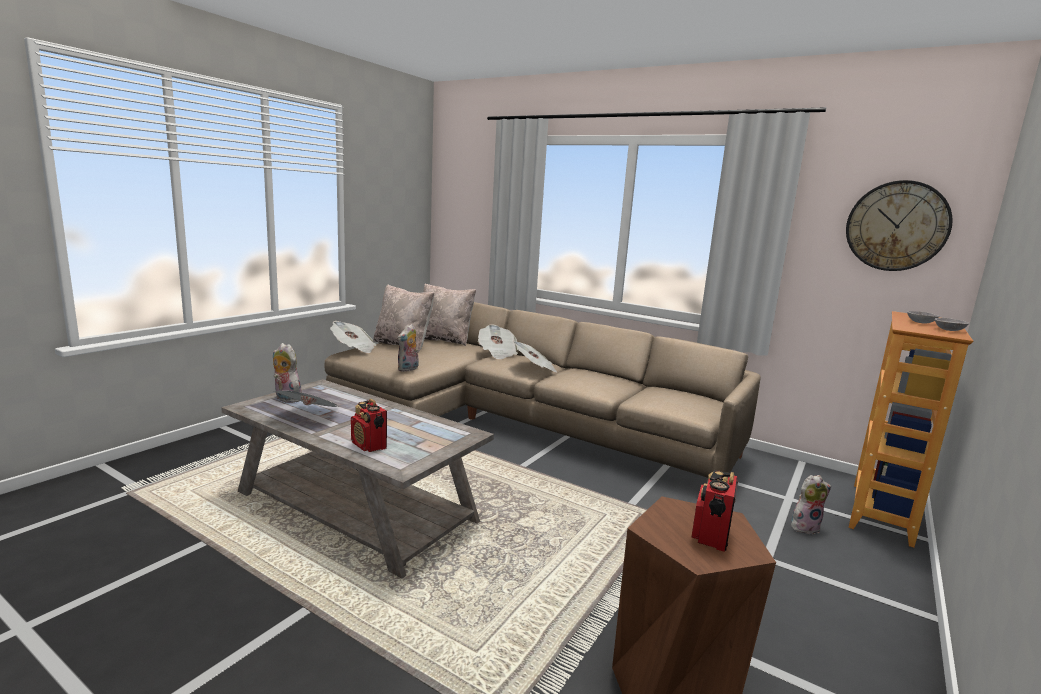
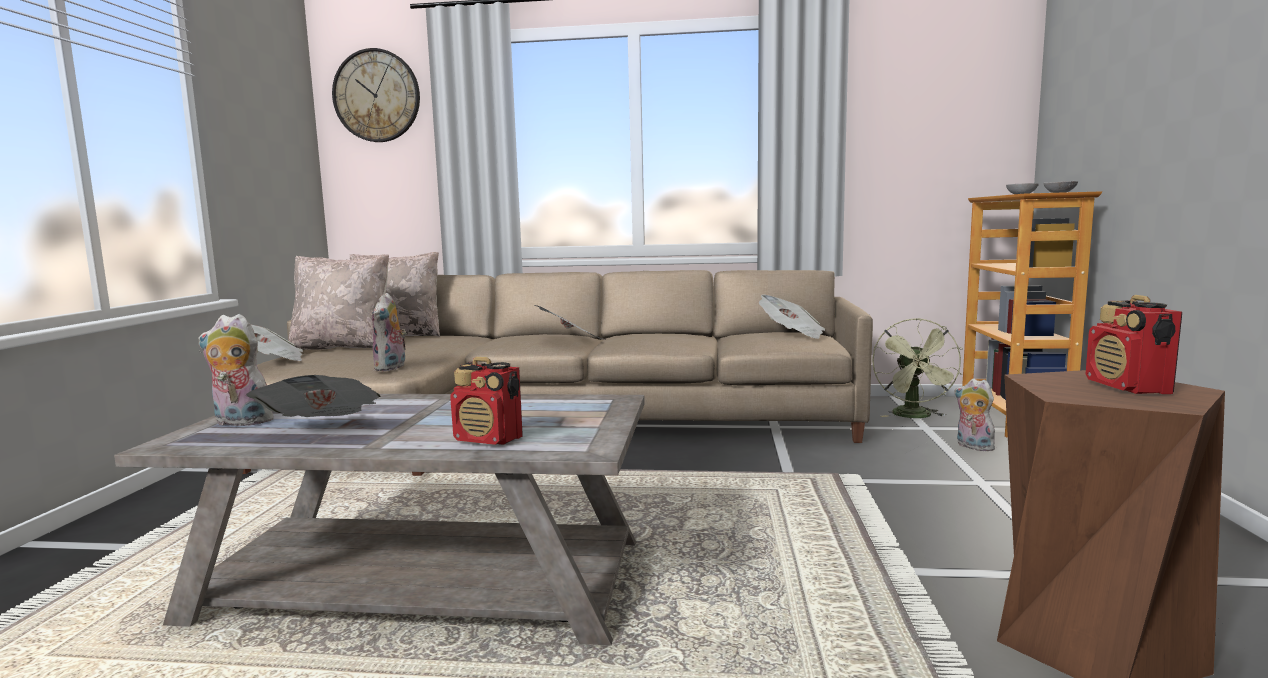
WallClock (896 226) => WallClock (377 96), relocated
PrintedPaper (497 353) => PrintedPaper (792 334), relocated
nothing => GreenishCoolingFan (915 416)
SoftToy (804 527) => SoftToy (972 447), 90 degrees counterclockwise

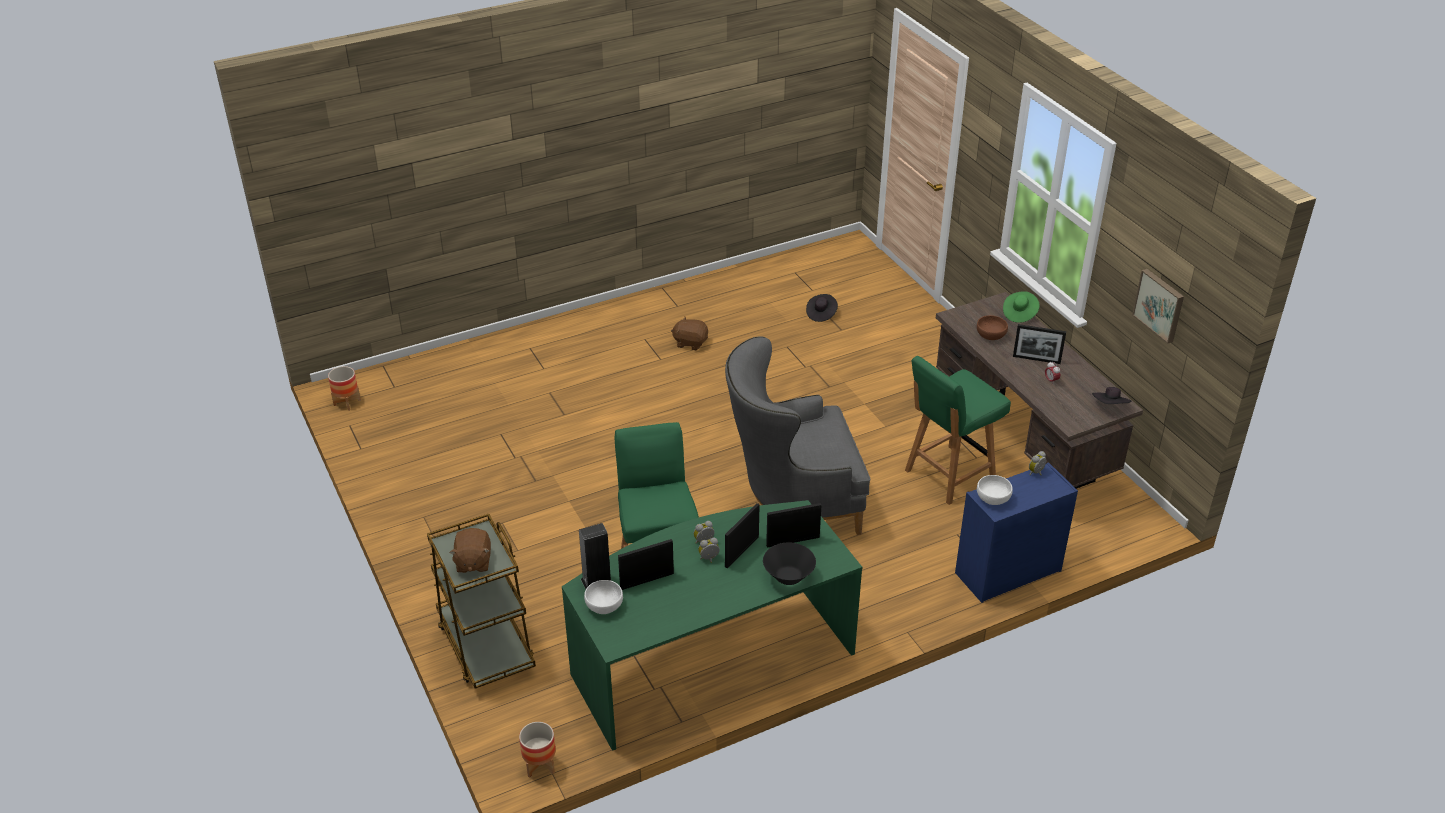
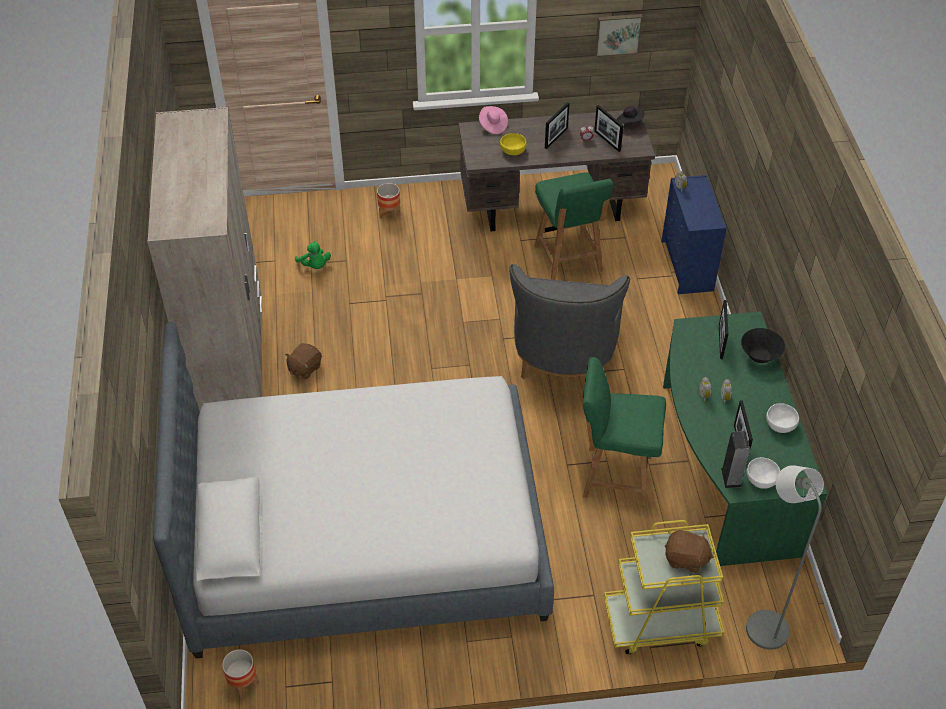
nothing => BeigeColouredWardrobe (231 359)
nothing => BedroomBed (364 534)
BlackClothingHat (821 314) => GreenishSoftToy (314 266)
PlantPot (540 765) => PlantPot (389 213), relocated
GreenishClothingHat (1019 314) => PinkColouredClothingHat (492 125)
BrownBowl (990 335) => YellowBowl (513 151)
StandingFrame (742 551) => StandingFrame (607 141), relocated
BrownWheeledCart (486 645) => YellowWheeledCart (660 622)
nothing => GreyStandingLamp (762 623)
WhiteColouredBowl (992 498) => WhiteColouredBowl (780 425), relocated

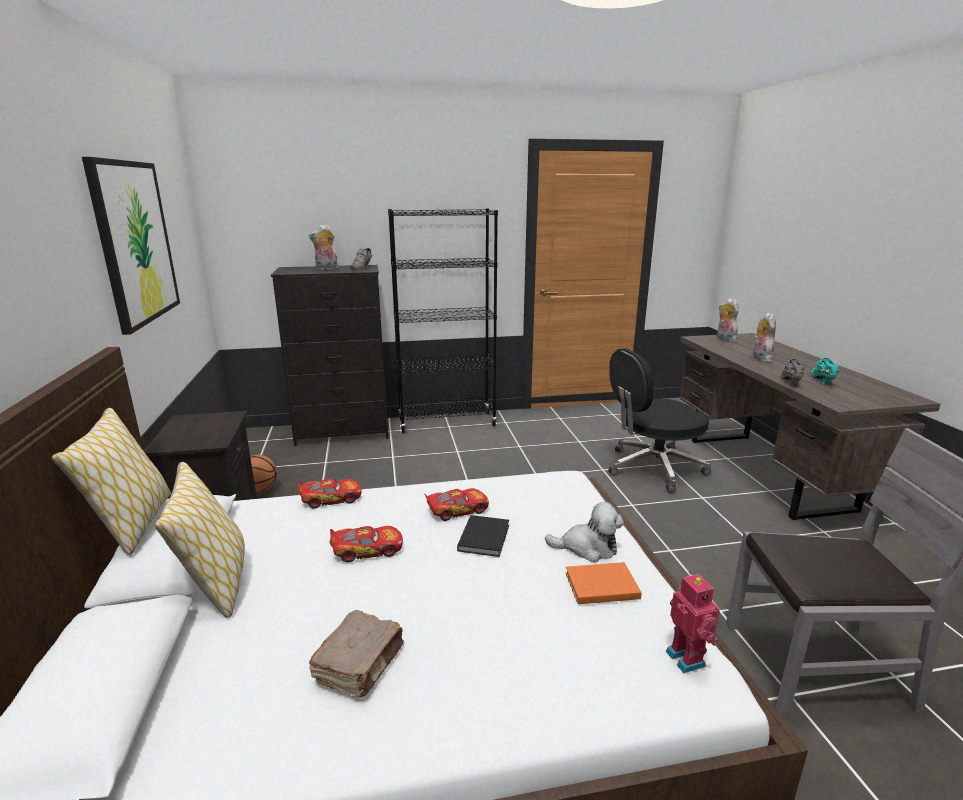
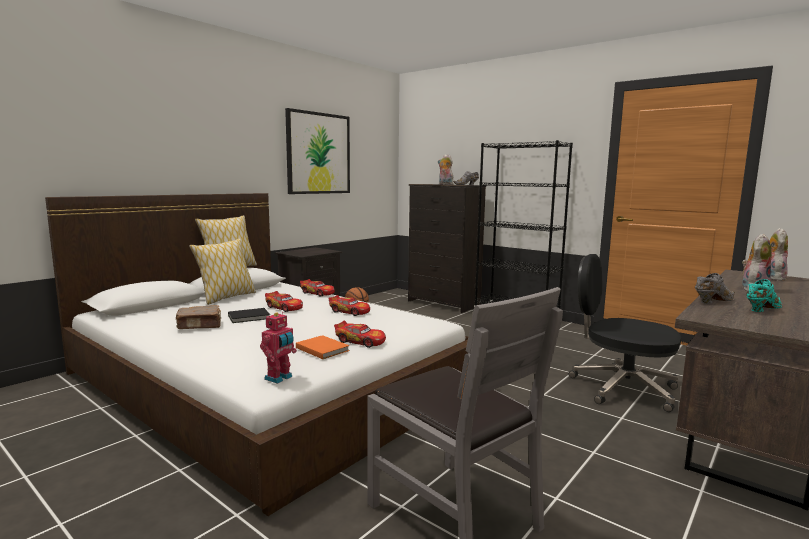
BlackVolume (485 537) => BlackVolume (250 317), relocated
SoftToy (587 548) => ToyCar (360 341)

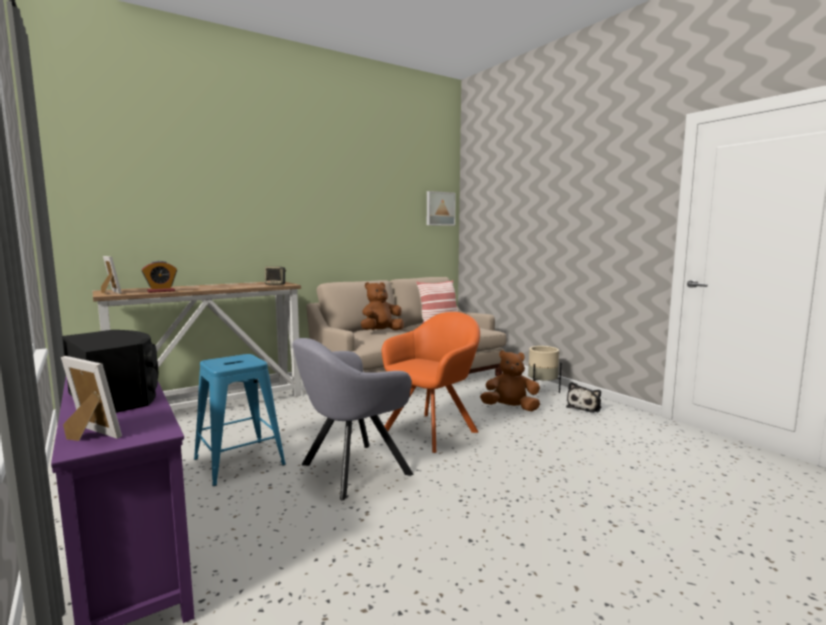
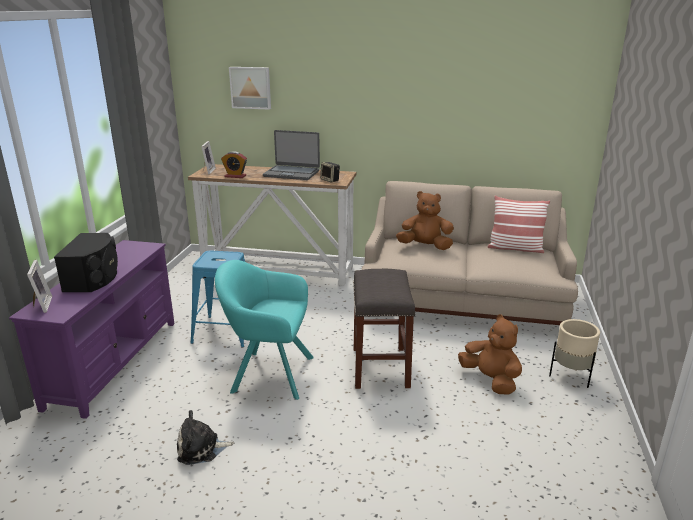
SoftToy (585 407) => SoftToy (201 449), relocated
GreyEasyChair (350 471) => BlueGreenEasyChair (268 373)
WallArt (439 208) => WallArt (251 87), relocated
nothing => PortableComputer (292 173)
OrangeEasyChair (434 429) => GreyStoolSeat (381 368)

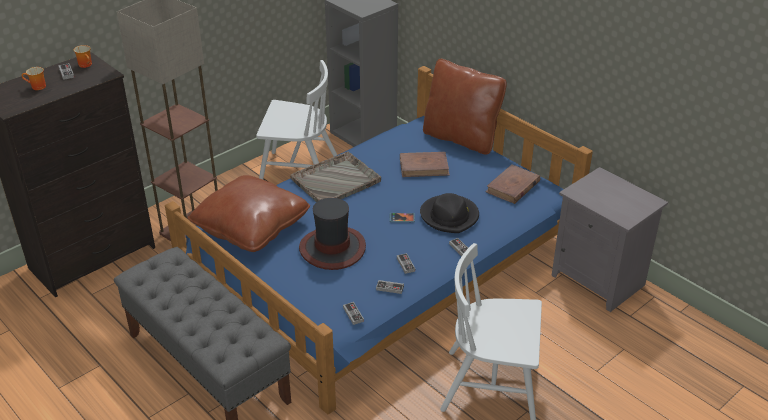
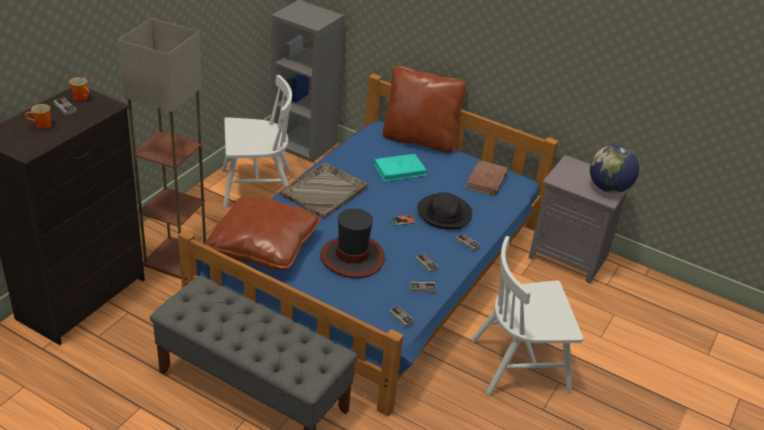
BrownVolume (424 167) => BlueGreenVolume (400 170)
nothing => DeskGlobe (608 188)

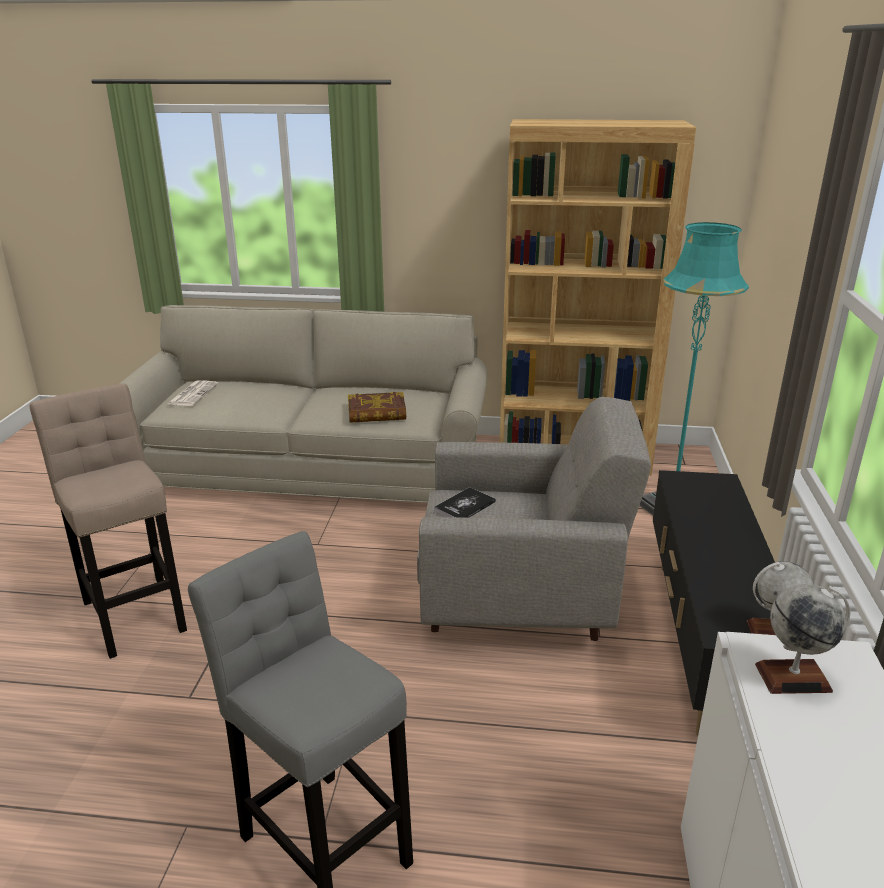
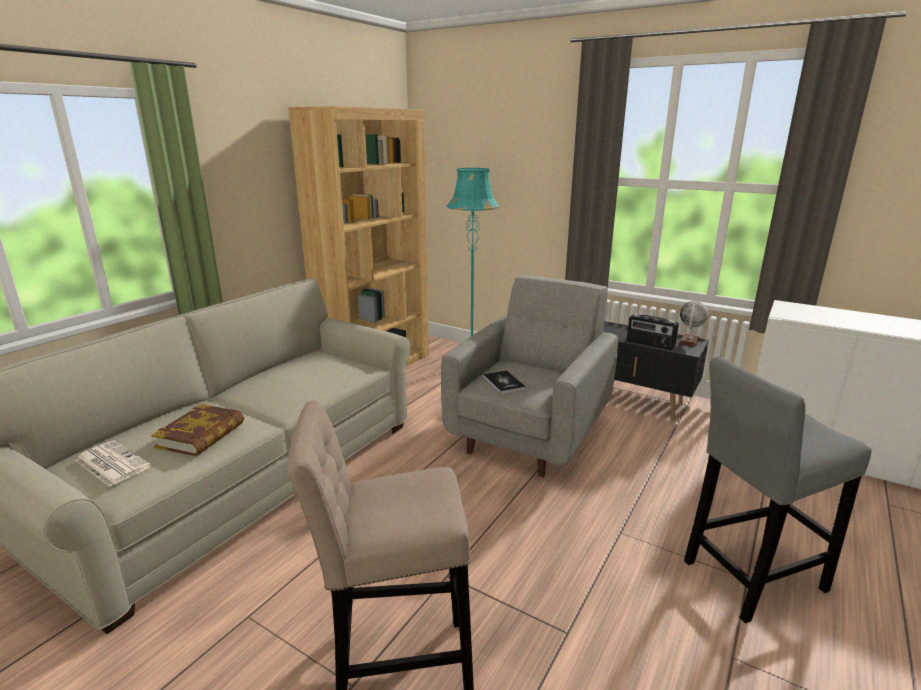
Volume (377 413) => Volume (201 435), relocated
nothing => RadioSet (650 344)
DeskGlobe (793 677) => nothing

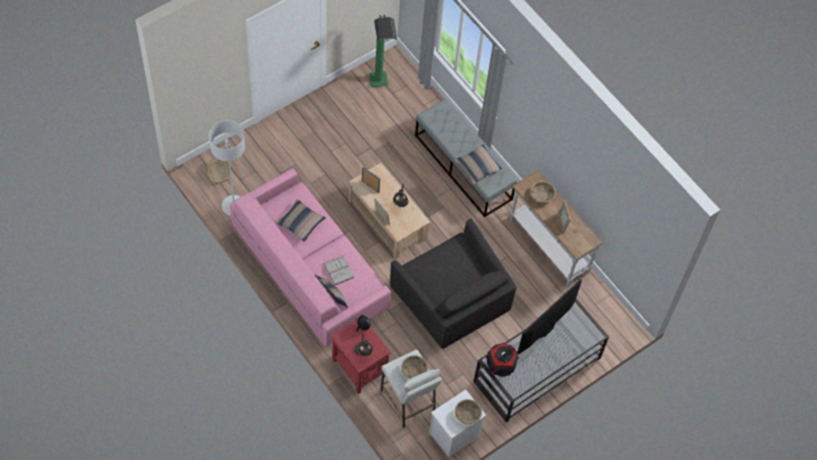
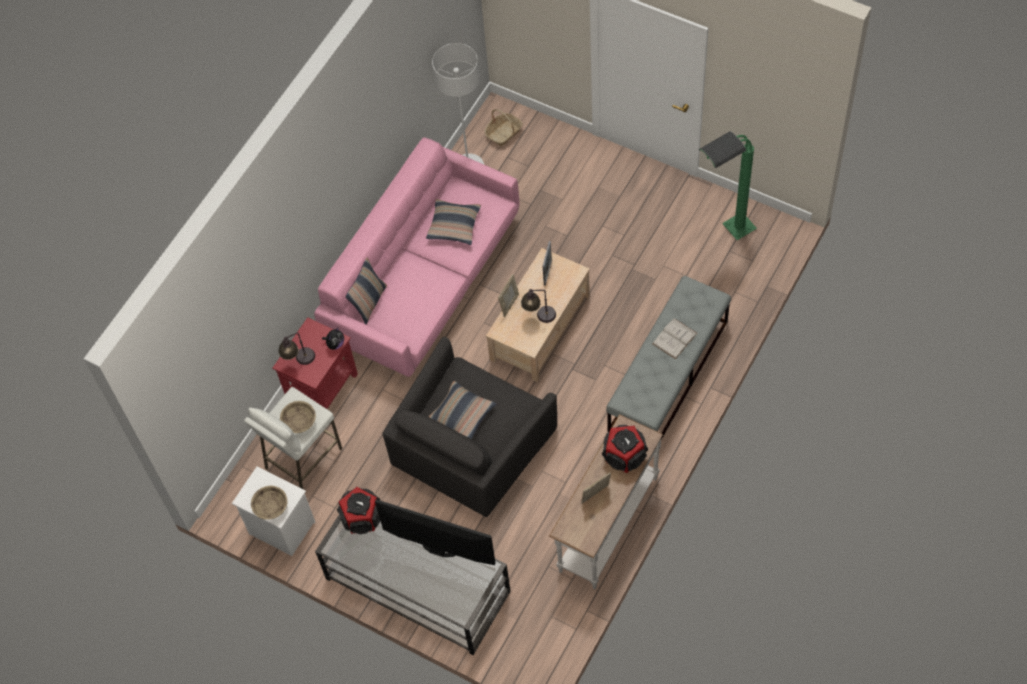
Cushion (477 167) => Cushion (462 414), relocated
BeigeColouredBowl (542 195) => AudioSpeaker (624 455)
WhiteColouredVolume (338 270) => WhiteColouredVolume (674 338), relocated

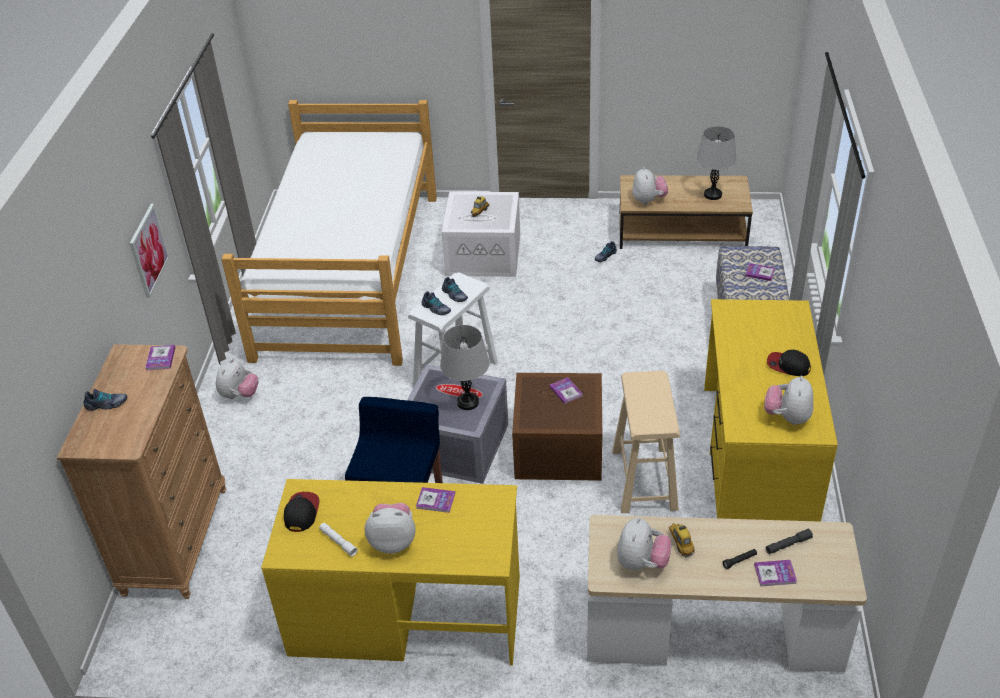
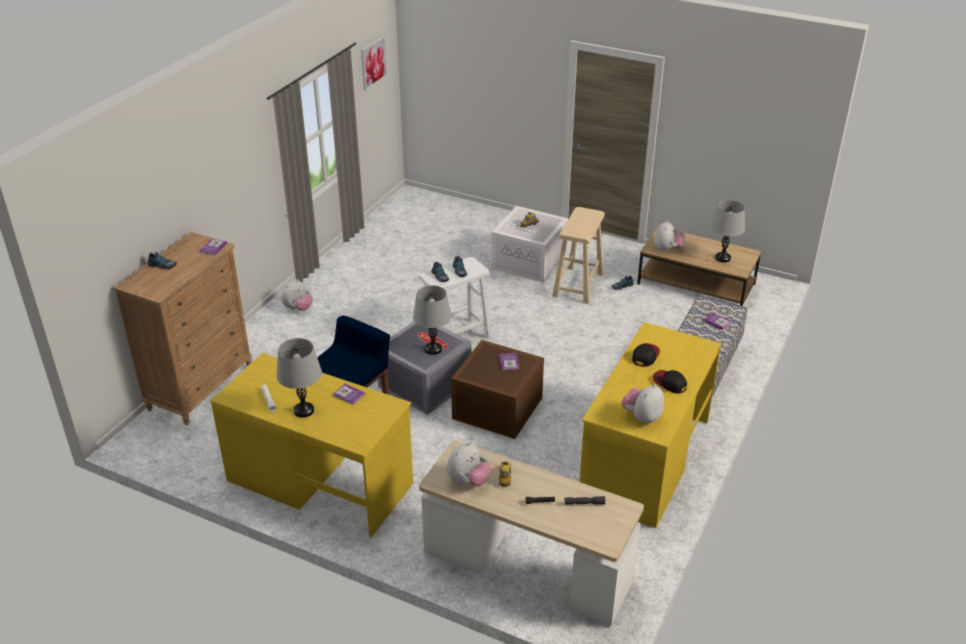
SoftToy (393 541) => GreyTableLamp (304 411)
WallArt (148 250) => WallArt (373 62), relocated
BeigeColouredStoolSeat (644 479) => BeigeColouredStoolSeat (578 285), relocated
PeakedCap (301 513) => PeakedCap (645 356), relocated
BedroomBed (350 273) => nothing
Volume (775 574) => nothing

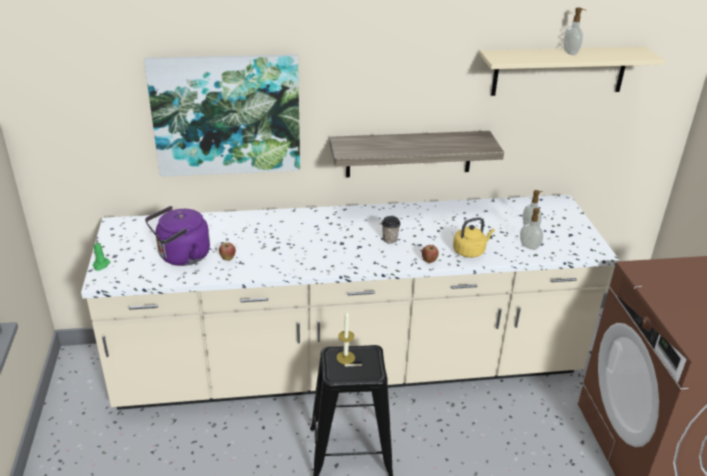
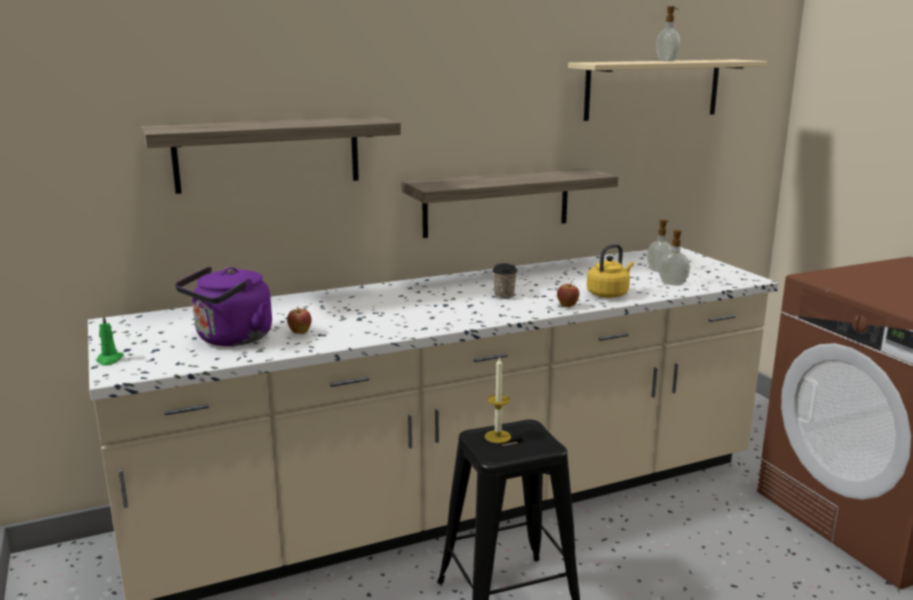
WallArt (226 115) => BracketShelf (268 154)

